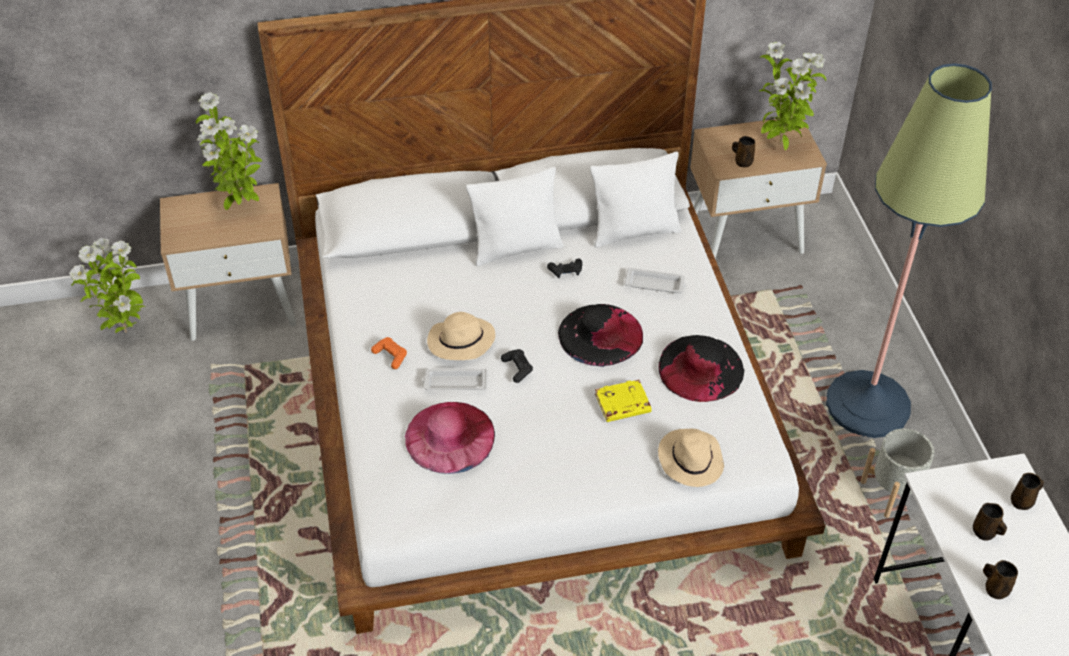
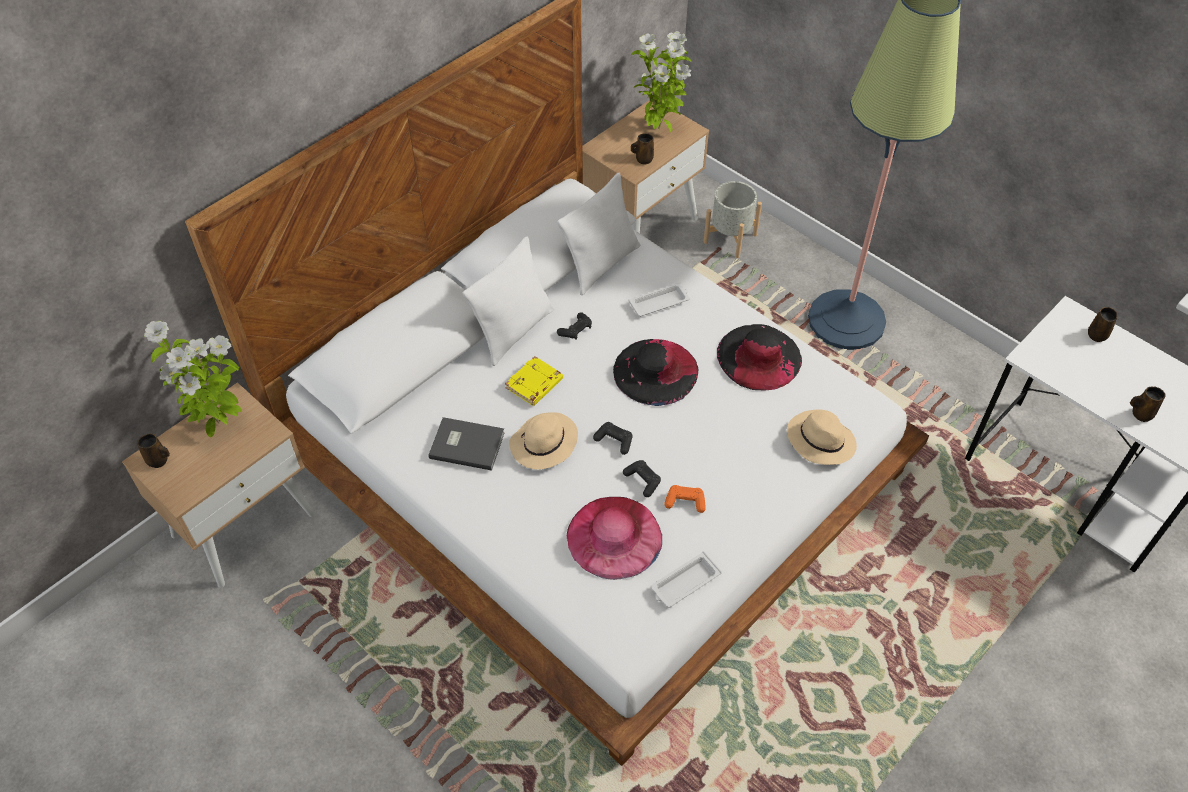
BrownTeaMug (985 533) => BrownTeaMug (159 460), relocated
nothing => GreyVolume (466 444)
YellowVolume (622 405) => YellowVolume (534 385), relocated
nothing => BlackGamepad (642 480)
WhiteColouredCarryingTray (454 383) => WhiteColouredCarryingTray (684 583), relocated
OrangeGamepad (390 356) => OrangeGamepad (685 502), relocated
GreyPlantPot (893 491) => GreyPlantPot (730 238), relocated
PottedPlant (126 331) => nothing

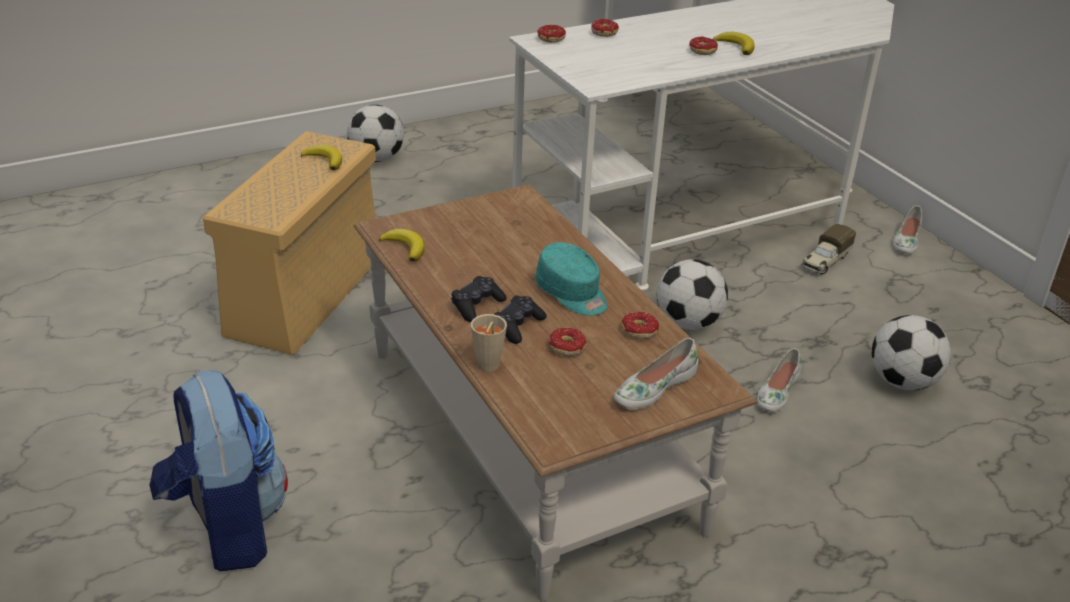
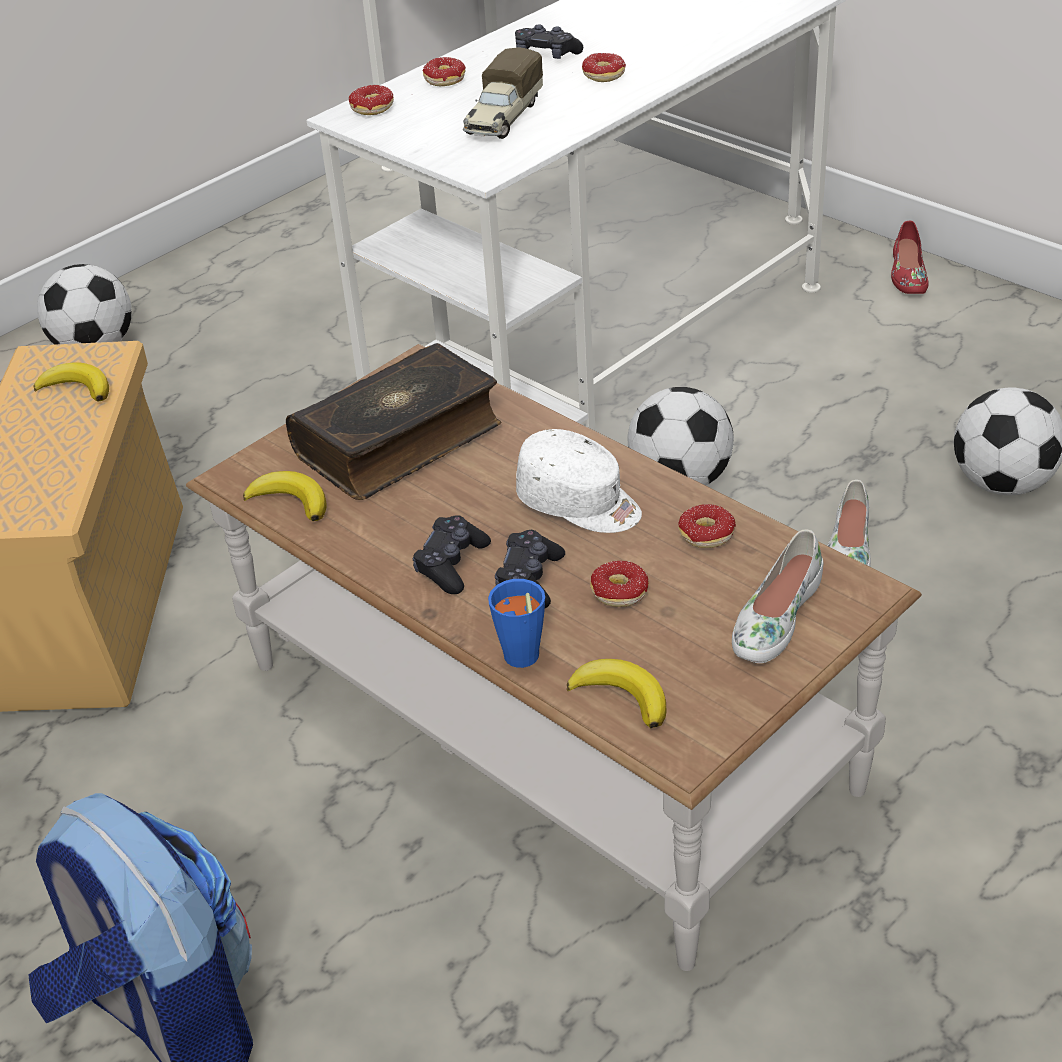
nothing => Volume (400 440)
ModelTruck (825 262) => ModelTruck (503 119), relocated
BeigeColouredCup (486 368) => BluishCup (522 661)
nothing => BlackGamepad (546 55)
BlueGreenPeakedCap (572 294) => WhiteColouredPeakedCap (580 504)
WholeBanana (736 46) => WholeBanana (622 696), relocated
WhiteColouredShoe (906 240) => RedShoe (907 274)

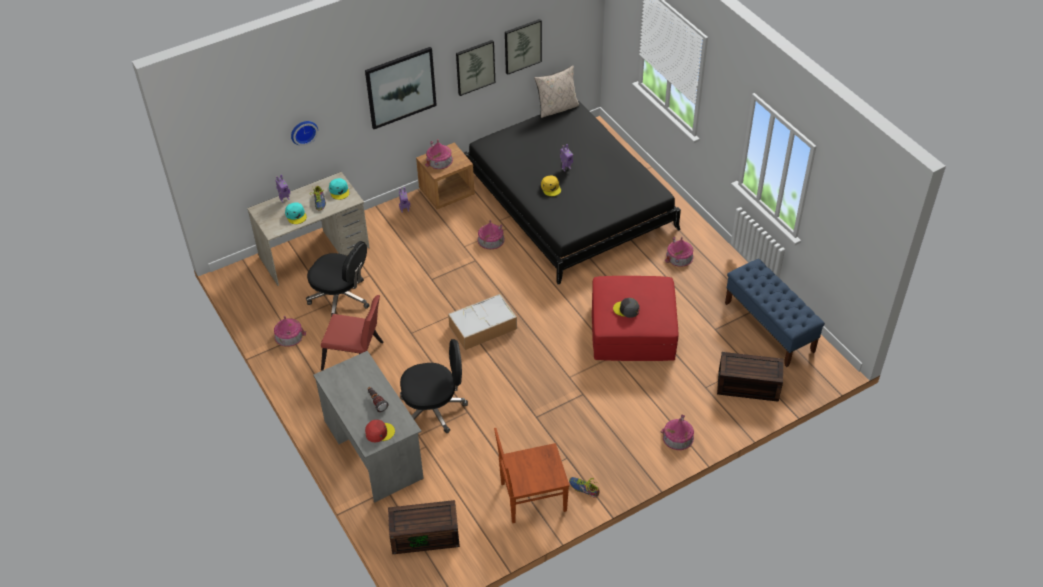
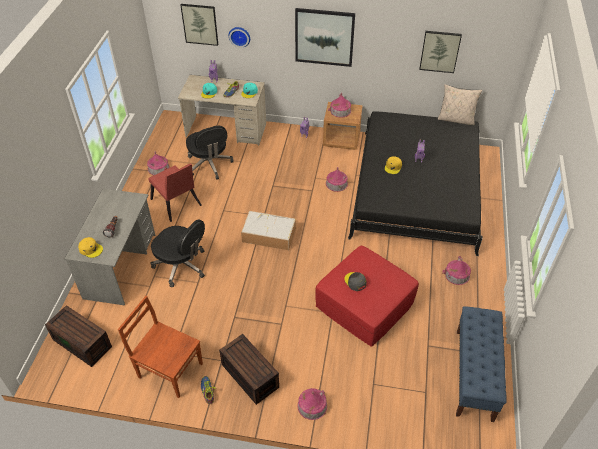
RedPeakedCap (379 432) => YellowPeakedCap (91 249)
WallArt (475 67) => WallArt (200 24), relocated
BrownStorageBin (747 386) => BrownStorageBin (248 375), relocated

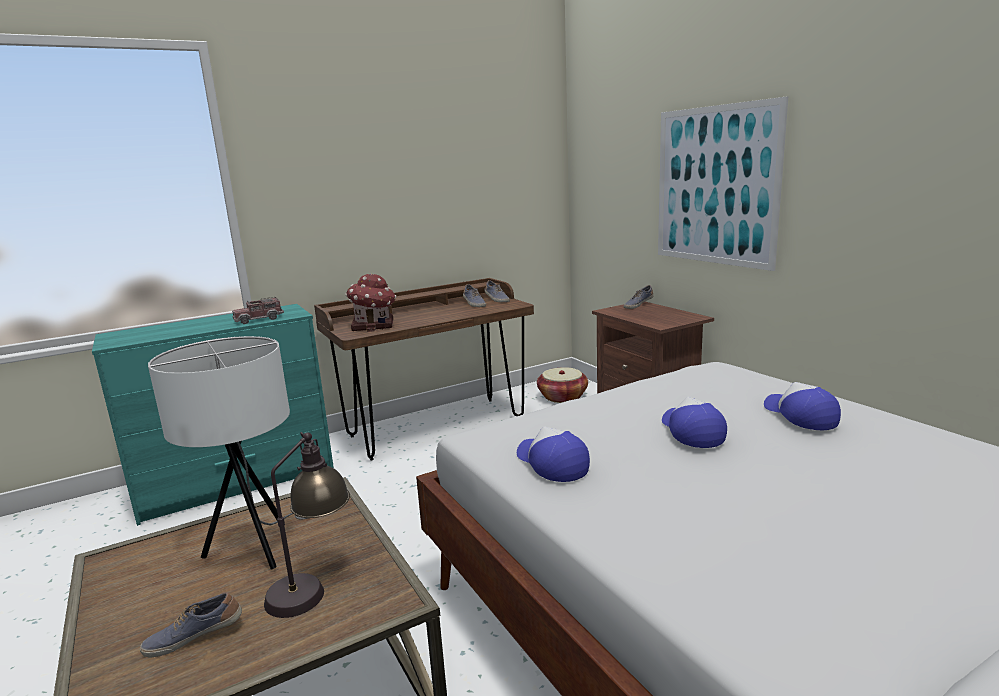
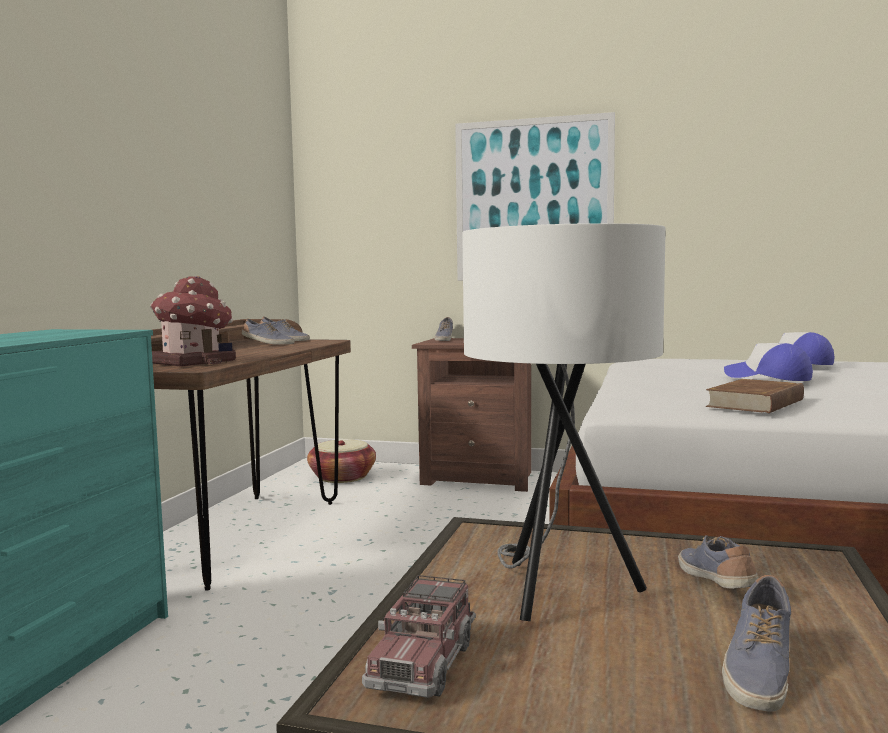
ModelTruck (259 319) => ModelTruck (423 662), relocated
TableLamp (313 585) => Shoe (717 583)
PeakedCap (551 463) => BrownVolume (756 403)

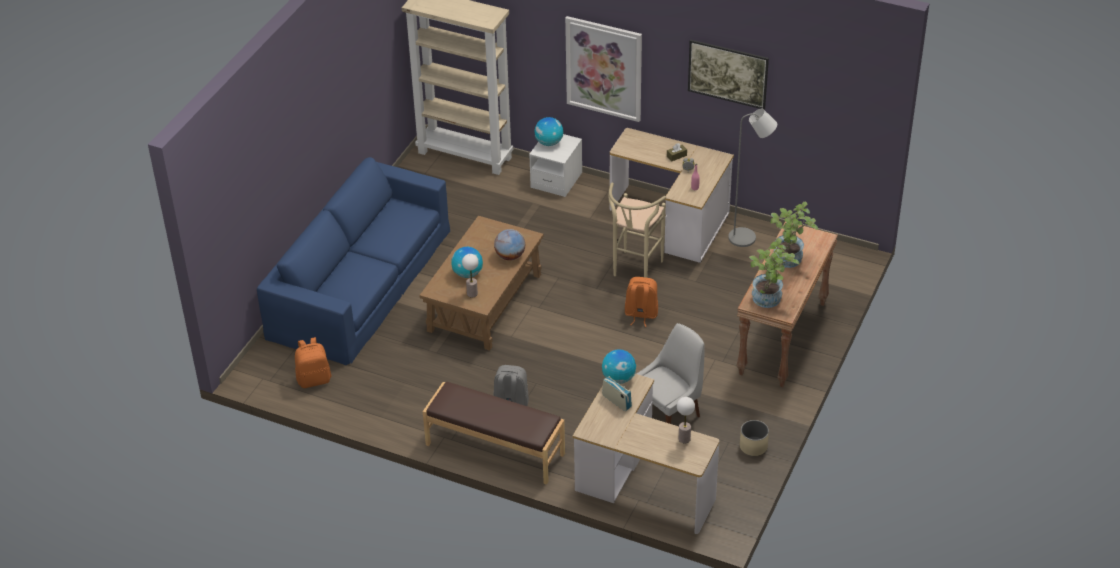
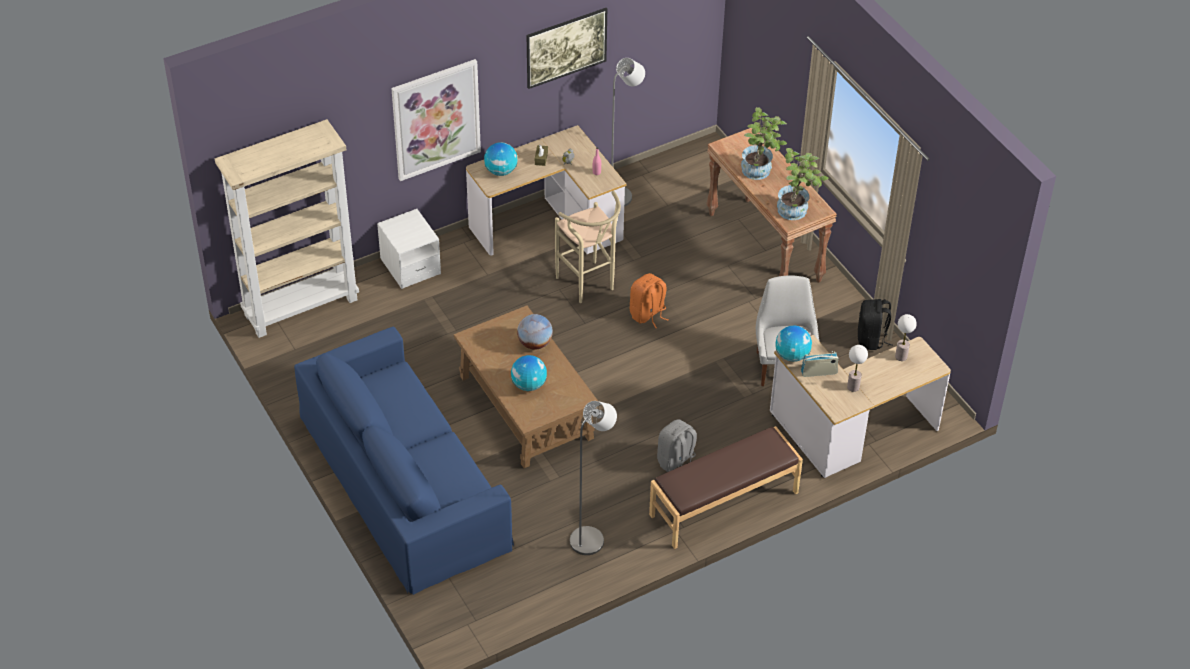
DeskGlobe (549 143) => DeskGlobe (501 171), relocated
nothing => GreyStandingLamp (591 537)
TableLamp (472 293) => TableLamp (853 387), relocated
BeigeColouredPlantPot (753 447) => BlackBackpack (871 339)
OrangeBackpack (314 379) => nothing

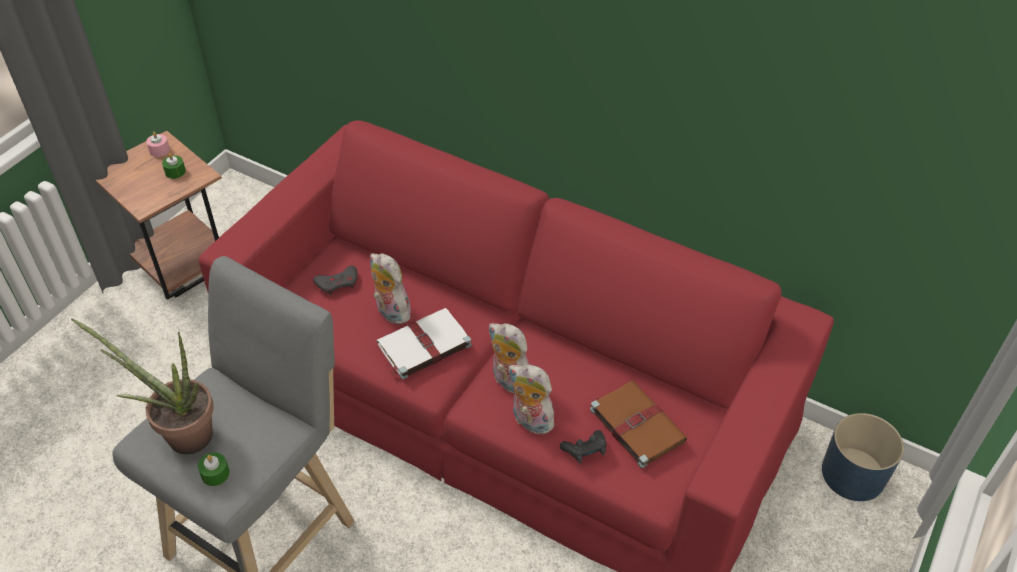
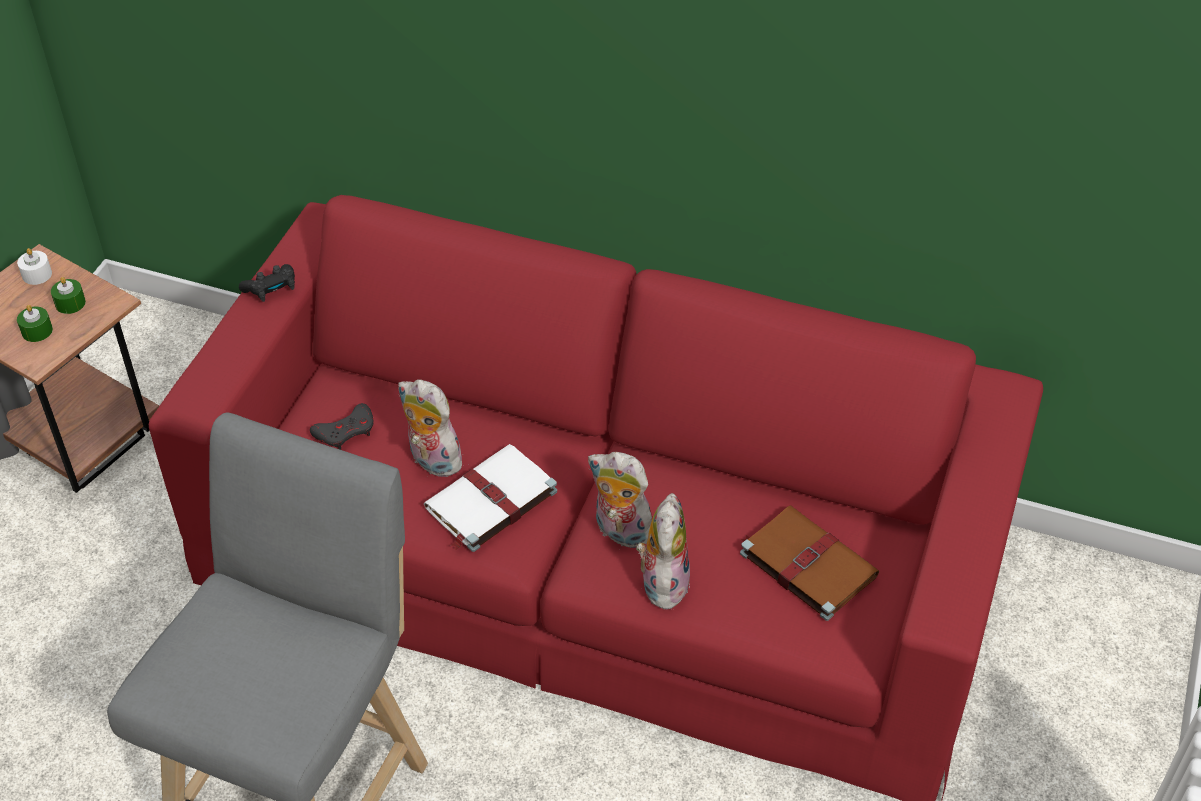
PinkColouredCandle (159 150) => WhiteColouredCandle (37 274)
GreenishCandle (215 474) => GreenishCandle (37 331), relocated
BlackGamepad (585 451) => BlackGamepad (272 290), relocated
SoftToy (530 421) => SoftToy (662 582), 75 degrees clockwise
PottedPlant (181 434) => nothing
BluishPlantPot (853 474) => nothing

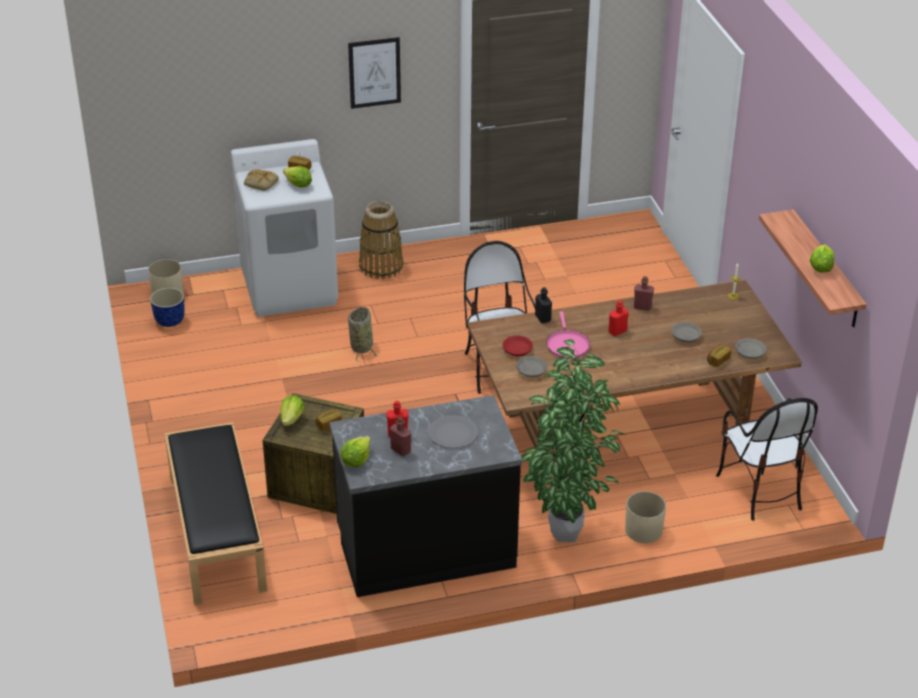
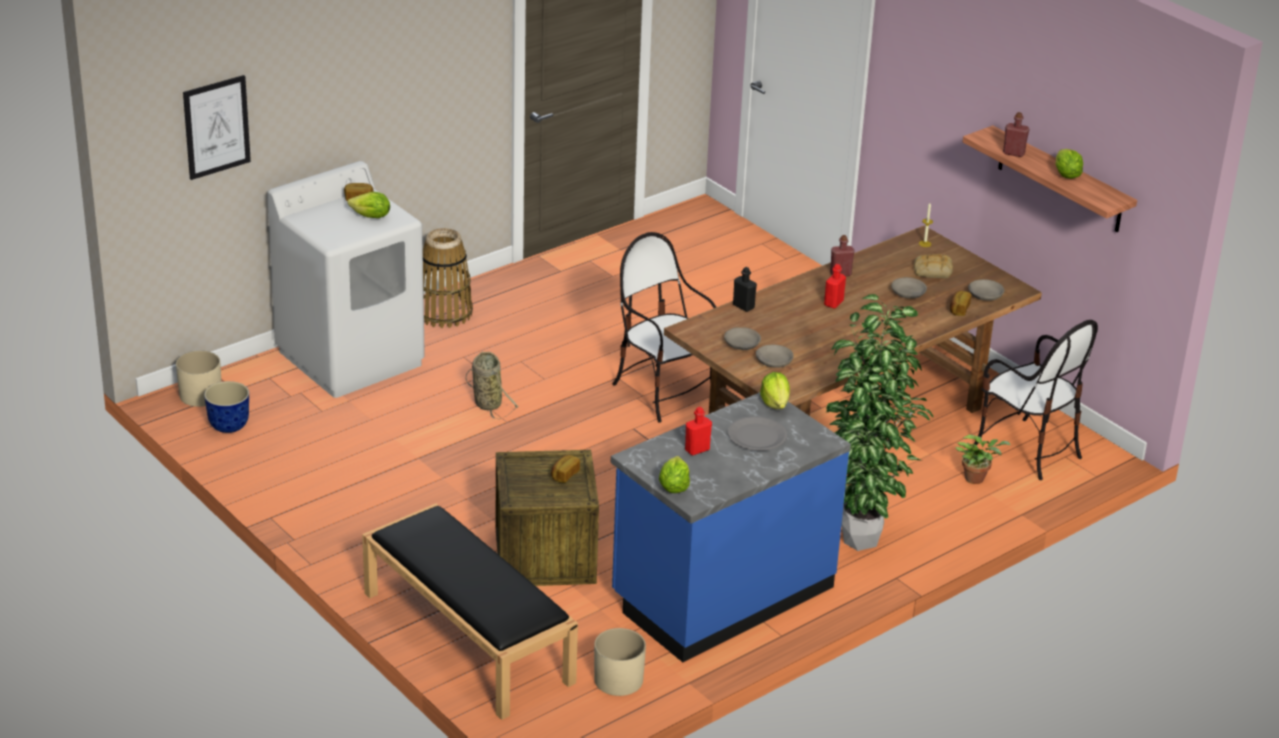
WallArt (374 72) => WallArt (216 127), relocated
BeigeColouredPlantPot (643 530) => BeigeColouredPlantPot (618 680), relocated
BlackKitchenBaseUnit (425 549) => BluishKitchenBaseUnit (721 594)
RedBowl (517 350) => GreyBowl (742 344)
LettuceHead (292 419) => LettuceHead (775 403), relocated
Bread (260 183) => Bread (932 270), relocated
nothing => PottedPlant (977 478)
RedBeverageBottle (400 450) => RedBeverageBottle (1013 153), relocated
PinkColouredSkillet (567 345) => nothing

